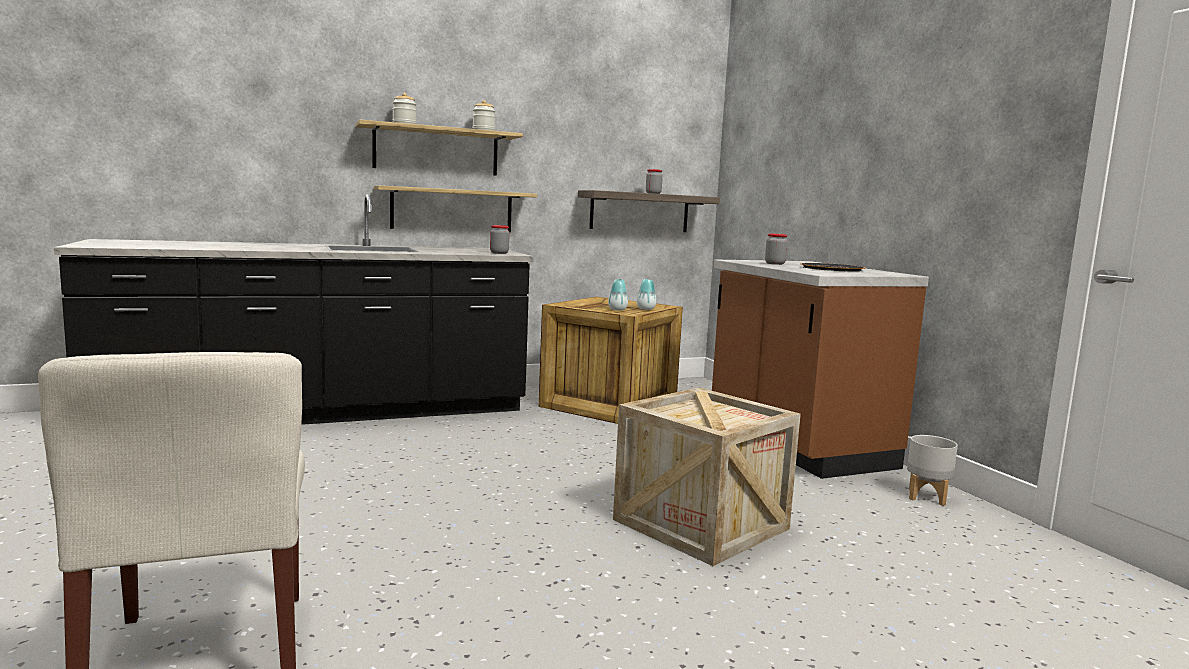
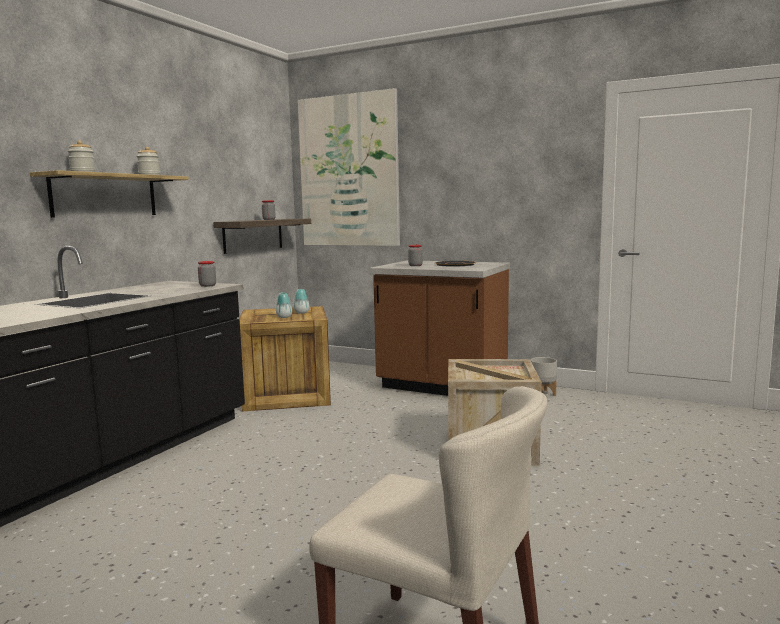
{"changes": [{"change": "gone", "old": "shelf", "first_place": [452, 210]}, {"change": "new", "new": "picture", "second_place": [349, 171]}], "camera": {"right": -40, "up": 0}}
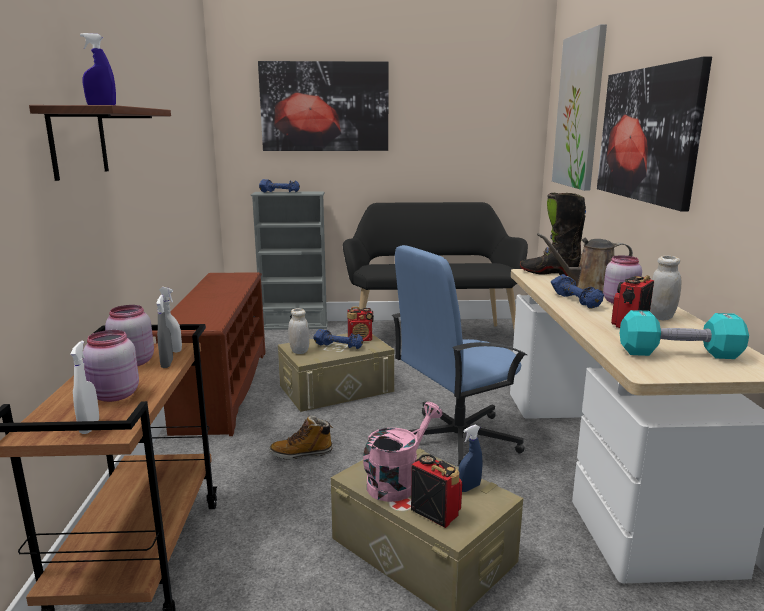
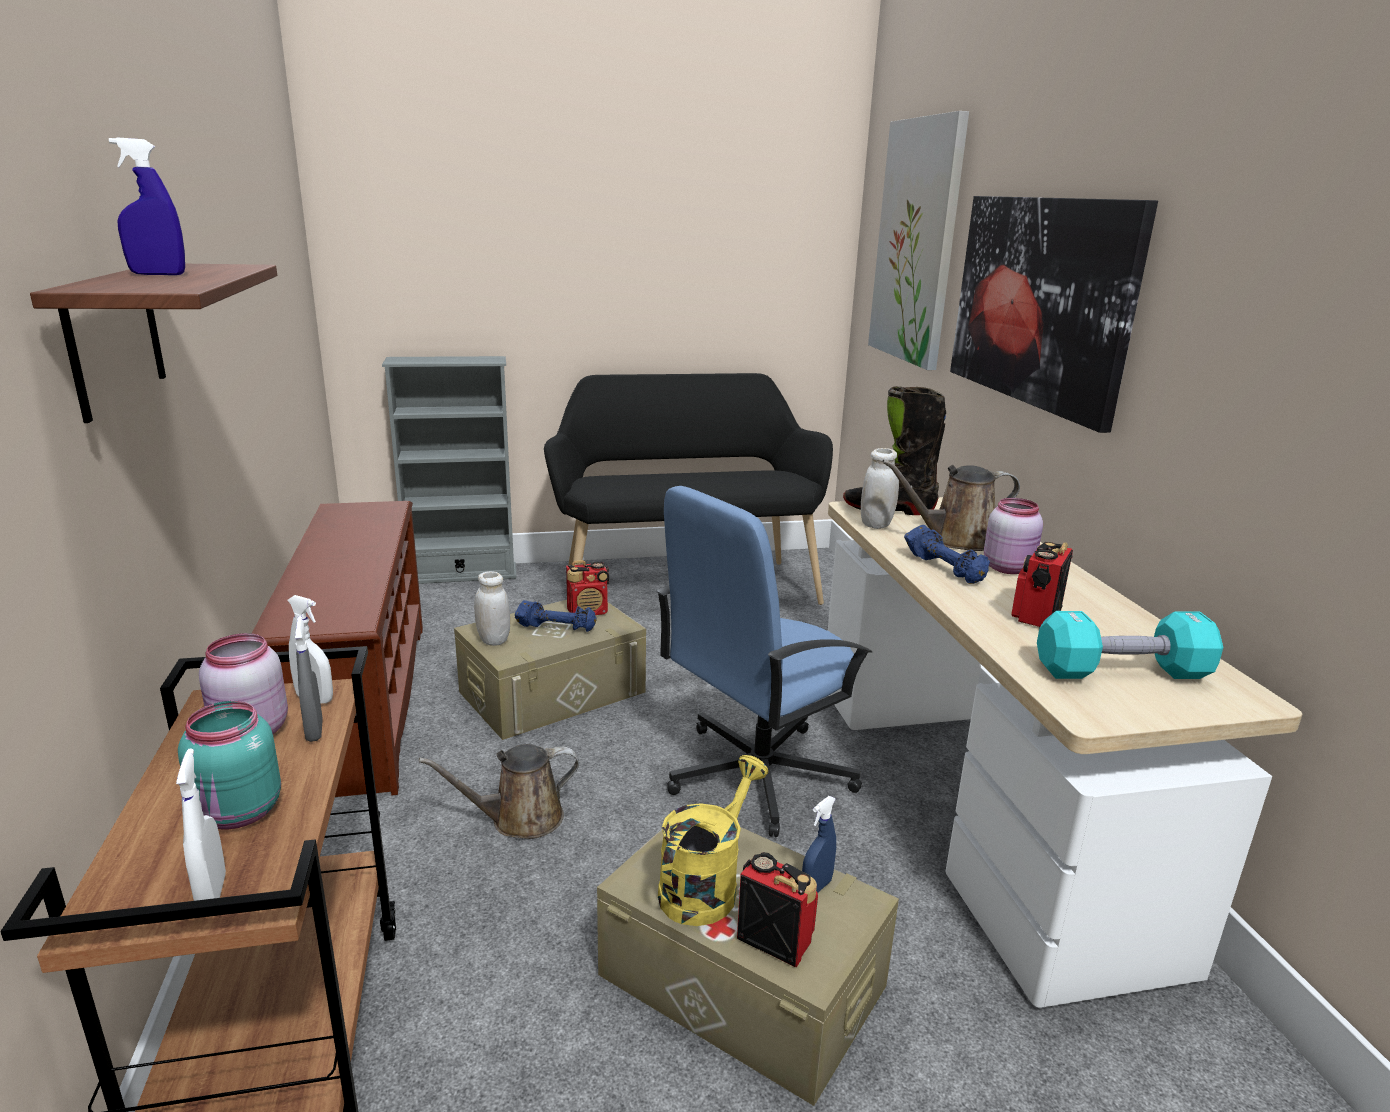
{"changes": [{"change": "gone", "old": "picture", "first_place": [324, 107]}, {"change": "gone", "old": "blue_dumbbell", "first_place": [280, 192]}, {"change": "shifted", "old": "white_jar", "first_place": [661, 317], "second_place": [876, 524]}, {"change": "swapped", "old": "boot", "new": "brown_watering_can", "first_place": [302, 453], "second_place": [519, 819]}, {"change": "repainted", "old": "pink_jar", "new": "turquoise_jar", "first_place": [114, 396], "second_place": [238, 813]}, {"change": "repainted", "old": "pink_watering_can", "new": "yellow_watering_can", "first_place": [398, 481], "second_place": [705, 885]}], "camera": {"right": -10, "up": 5}}
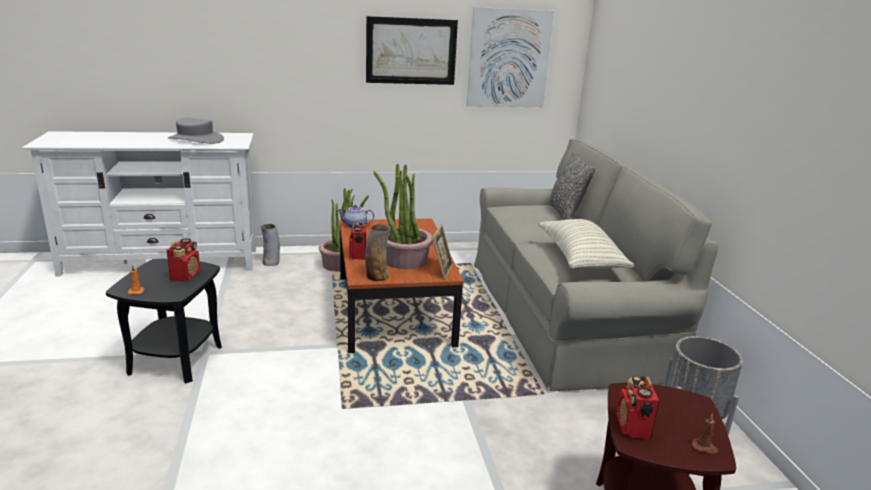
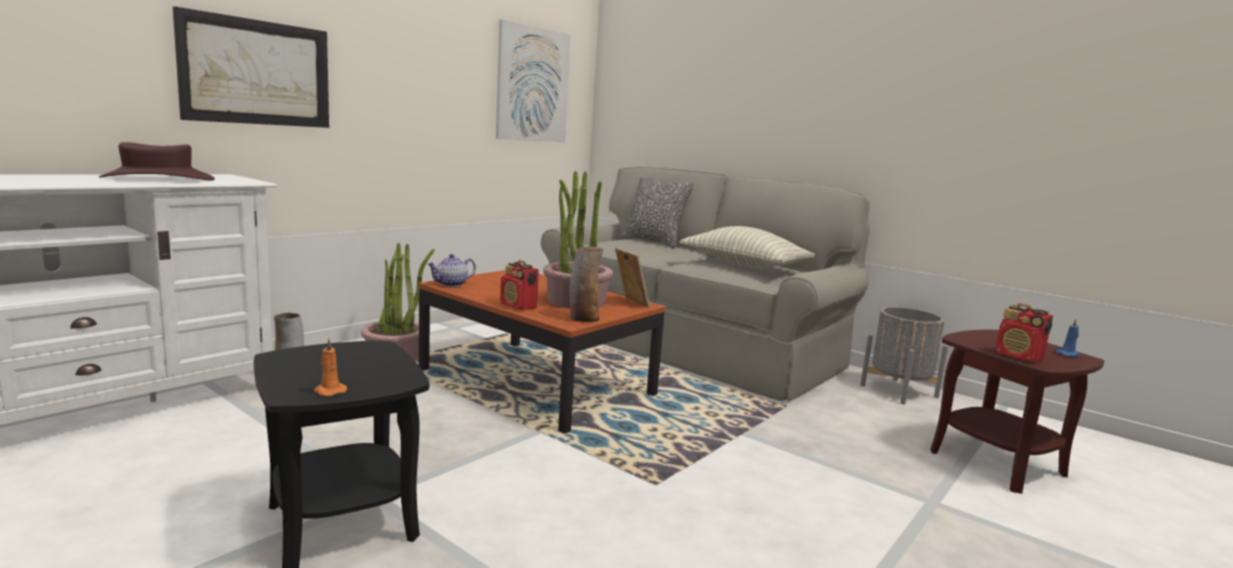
{"changes": [{"change": "gone", "old": "radio", "first_place": [186, 276]}, {"change": "shifted", "old": "picture", "first_place": [411, 51], "second_place": [256, 72]}, {"change": "repainted", "old": "grey_hat", "new": "brown_hat", "first_place": [196, 139], "second_place": [158, 179]}, {"change": "repainted", "old": "brown_candle", "new": "blue_candle", "first_place": [704, 448], "second_place": [1068, 354]}], "camera": {"right": -40, "up": -10}}
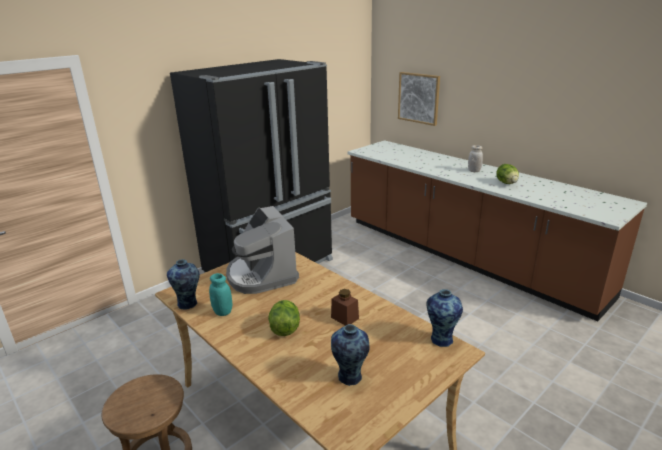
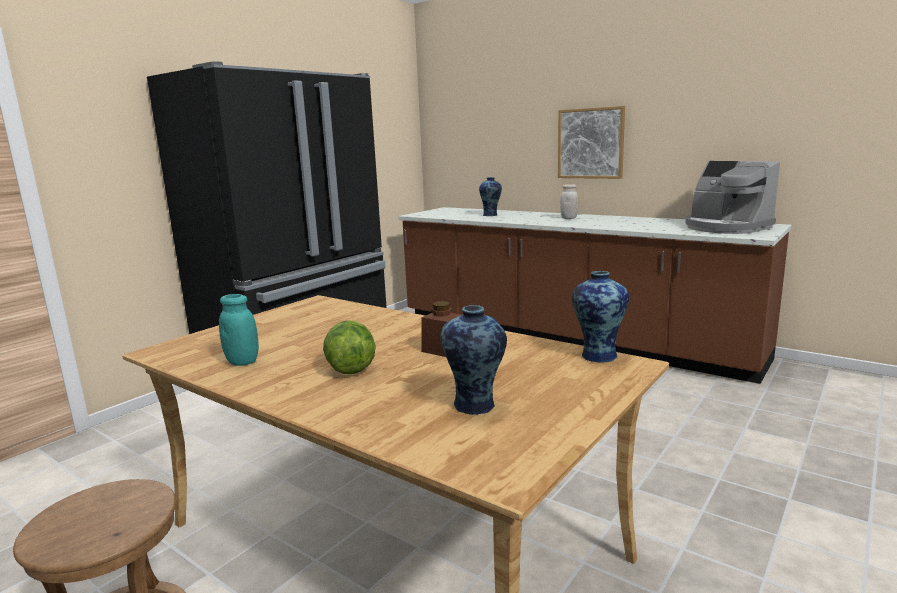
{"changes": [{"change": "gone", "old": "lettuce", "first_place": [506, 183]}, {"change": "shifted", "old": "vase", "first_place": [188, 304], "second_place": [491, 215]}, {"change": "shifted", "old": "coffee_machine", "first_place": [261, 275], "second_place": [726, 228]}, {"change": "shifted", "old": "picture", "first_place": [418, 98], "second_place": [590, 143]}], "camera": {"right": -10, "up": -10}}
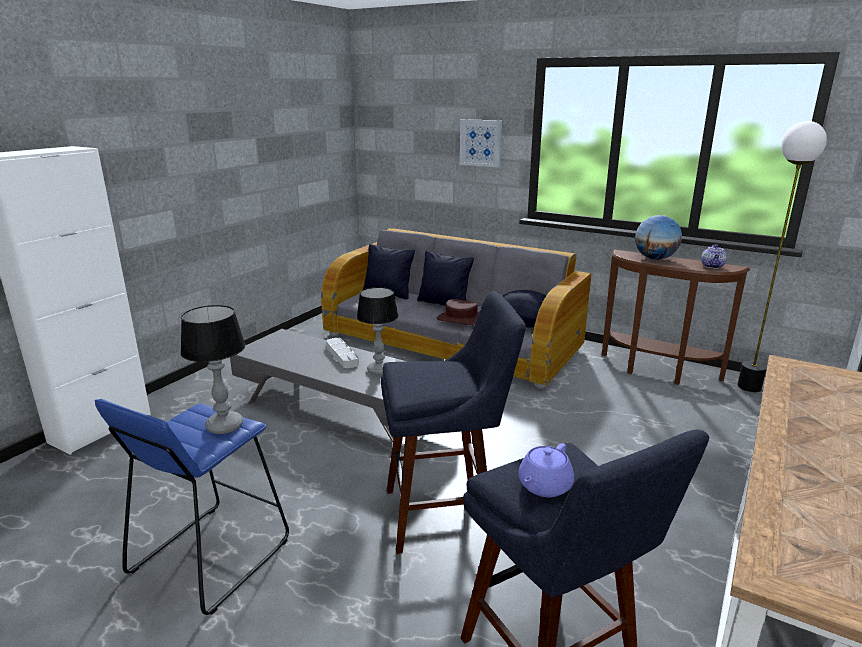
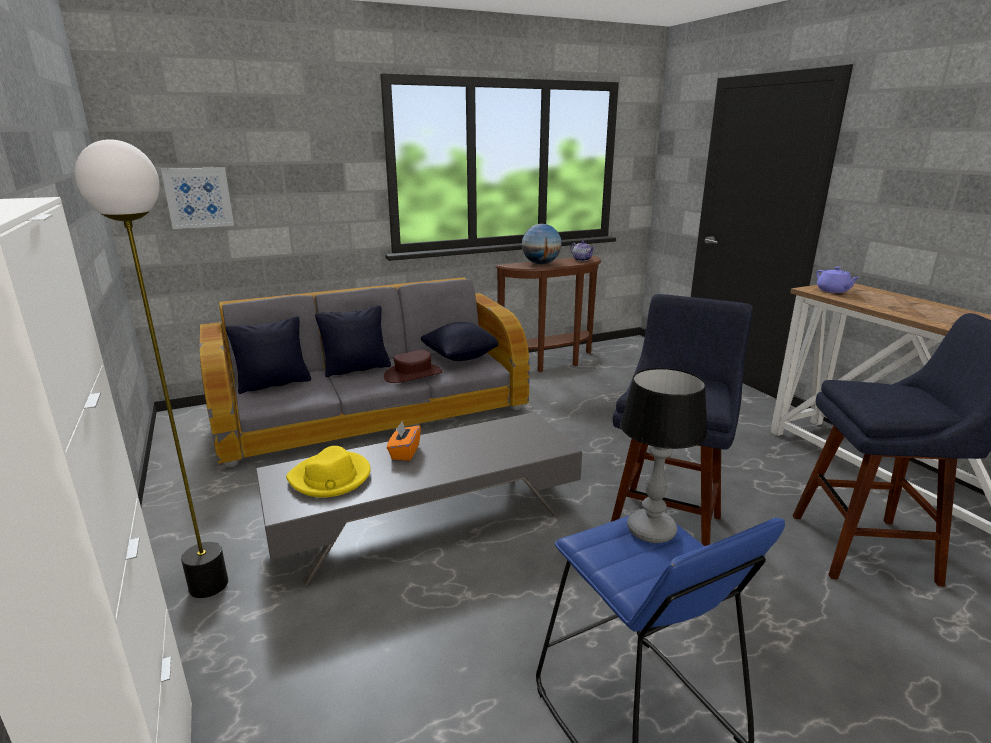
{"changes": [{"change": "gone", "old": "table_lamp", "first_place": [380, 370]}, {"change": "new", "new": "yellow_hat", "second_place": [330, 478]}, {"change": "shifted", "old": "picture", "first_place": [481, 143], "second_place": [198, 197]}, {"change": "shifted", "old": "purple_teapot", "first_place": [544, 486], "second_place": [833, 291]}, {"change": "shifted", "old": "floor_lamp", "first_place": [749, 386], "second_place": [208, 585]}, {"change": "swapped", "old": "grey_tray", "new": "orange_tissue_box", "first_place": [342, 355], "second_place": [404, 452]}], "camera": {"right": -55, "up": 0}}
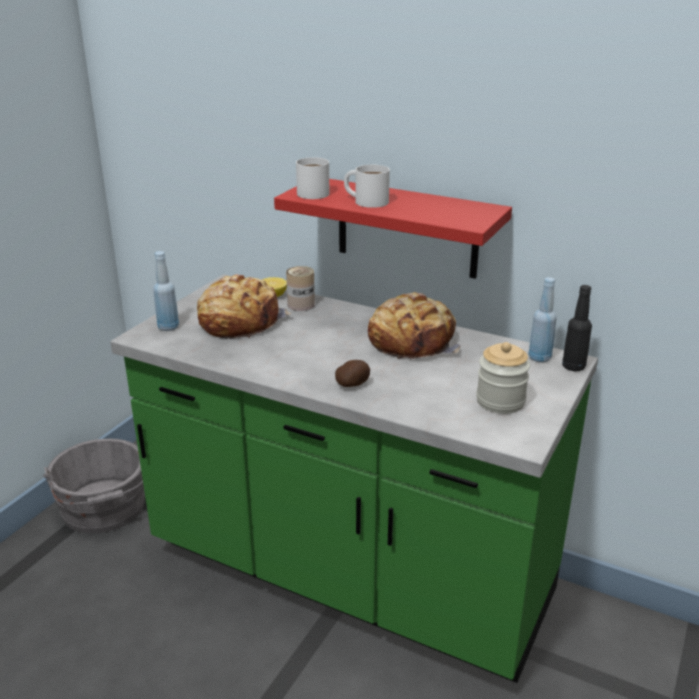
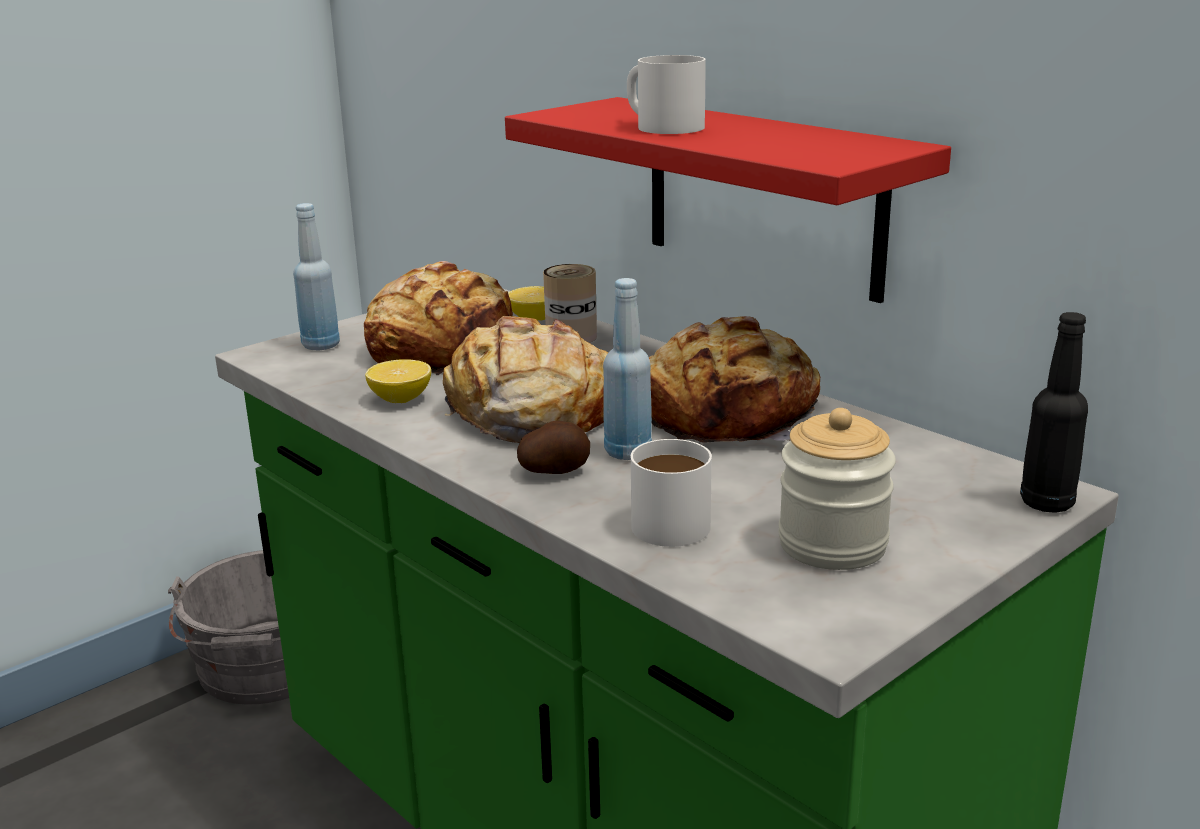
{"changes": [{"change": "new", "new": "lemon", "second_place": [401, 399]}, {"change": "new", "new": "bread", "second_place": [530, 412]}, {"change": "shifted", "old": "white_mug", "first_place": [312, 192], "second_place": [672, 518]}, {"change": "shifted", "old": "blue_bottle", "first_place": [539, 358], "second_place": [628, 452]}], "camera": {"right": 20, "up": -5}}
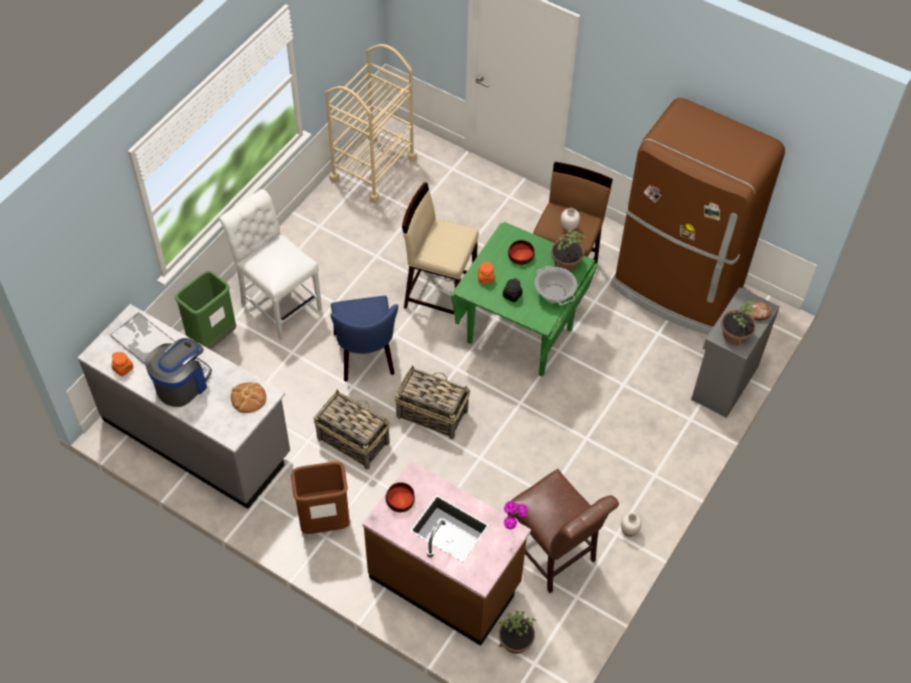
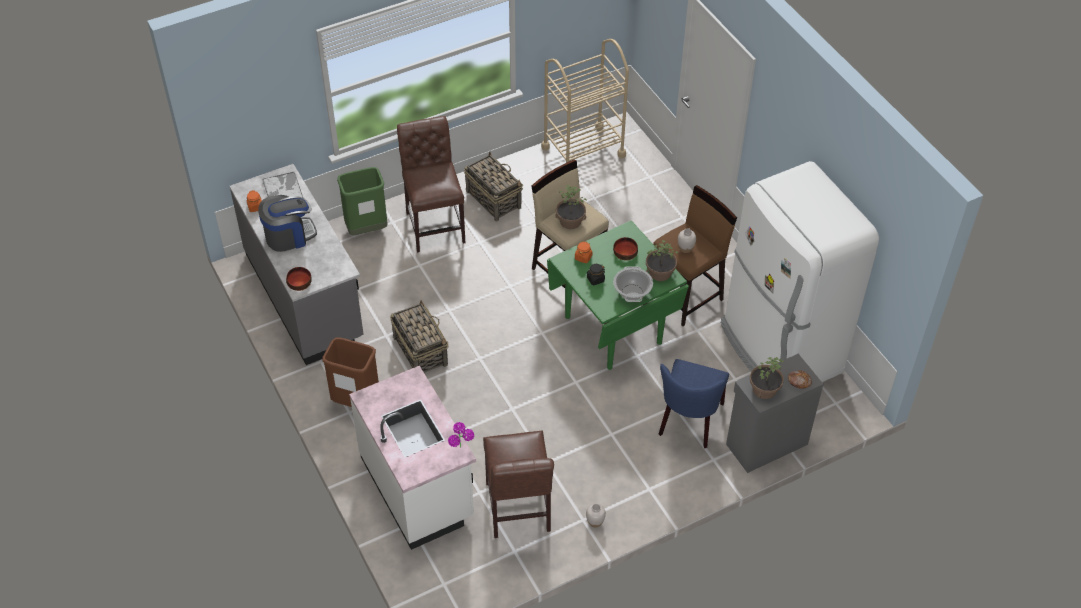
{"changes": [{"change": "gone", "old": "bread", "first_place": [248, 398]}, {"change": "shifted", "old": "blue_chair", "first_place": [366, 357], "second_place": [689, 422]}, {"change": "shifted", "old": "bowl", "first_place": [400, 501], "second_place": [299, 283]}, {"change": "shifted", "old": "basket", "first_place": [431, 413], "second_place": [493, 199]}, {"change": "shifted", "old": "potted_plant", "first_place": [515, 642], "second_place": [570, 221]}, {"change": "repainted", "old": "white_chair", "new": "brown_chair", "first_place": [278, 303], "second_place": [435, 224]}, {"change": "repainted", "old": "brown_counter", "new": "white_counter", "first_place": [445, 580], "second_place": [418, 488]}, {"change": "repainted", "old": "brown_fridge", "new": "white_fridge", "first_place": [676, 287], "second_place": [779, 349]}], "camera": {"right": 30, "up": -5}}
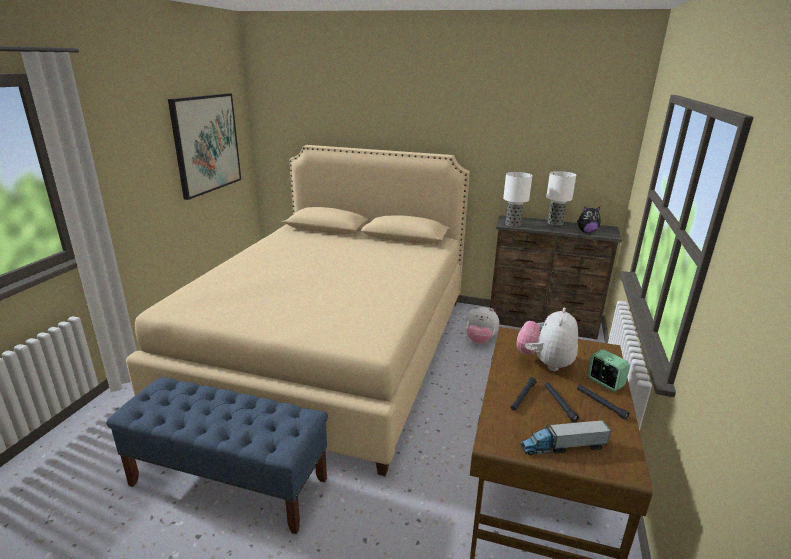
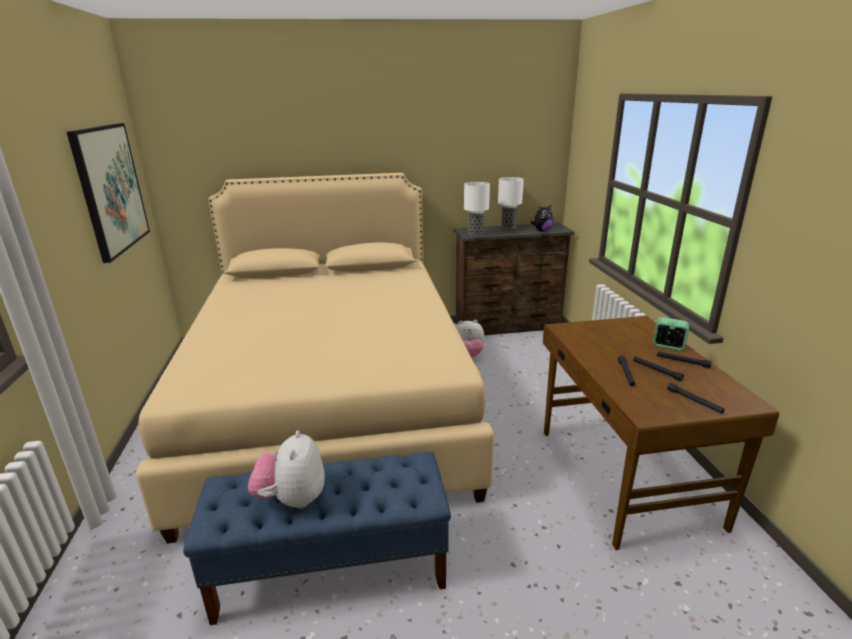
{"changes": [{"change": "shifted", "old": "plush_toy", "first_place": [545, 363], "second_place": [292, 499]}, {"change": "swapped", "old": "toy_truck", "new": "black_flashlight", "first_place": [563, 447], "second_place": [694, 401]}], "camera": {"right": -25, "up": 0}}
